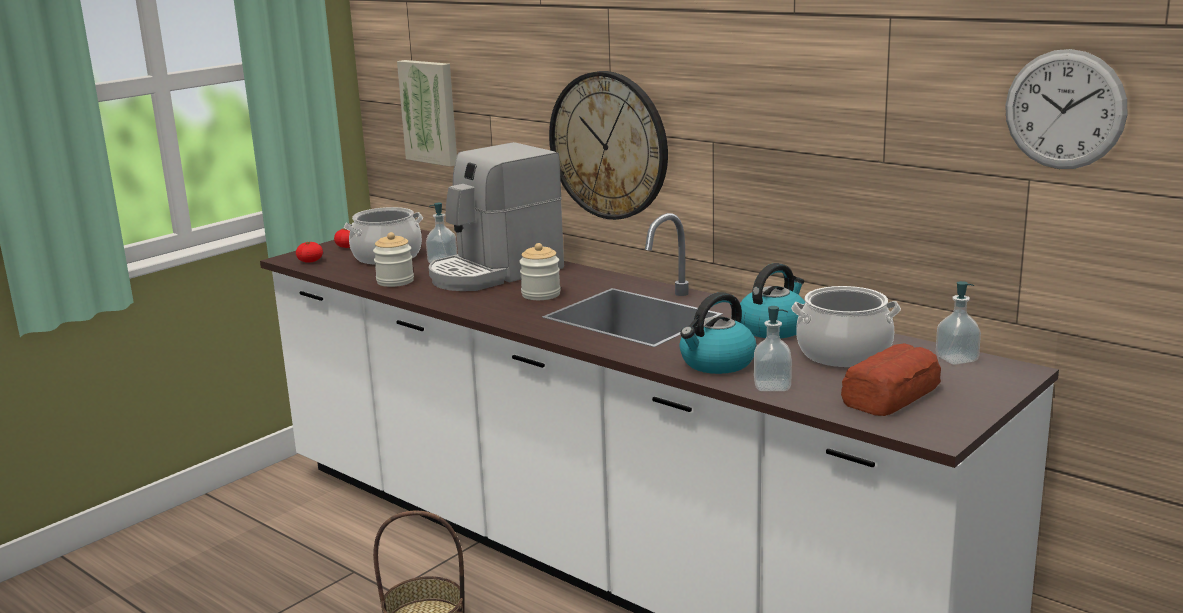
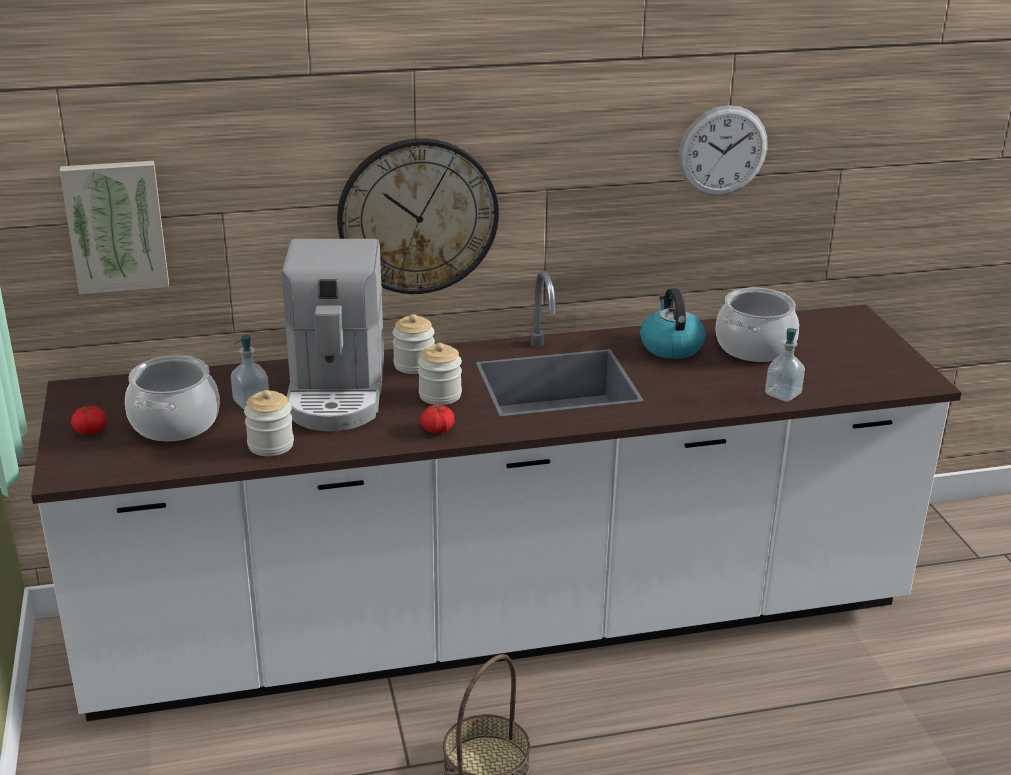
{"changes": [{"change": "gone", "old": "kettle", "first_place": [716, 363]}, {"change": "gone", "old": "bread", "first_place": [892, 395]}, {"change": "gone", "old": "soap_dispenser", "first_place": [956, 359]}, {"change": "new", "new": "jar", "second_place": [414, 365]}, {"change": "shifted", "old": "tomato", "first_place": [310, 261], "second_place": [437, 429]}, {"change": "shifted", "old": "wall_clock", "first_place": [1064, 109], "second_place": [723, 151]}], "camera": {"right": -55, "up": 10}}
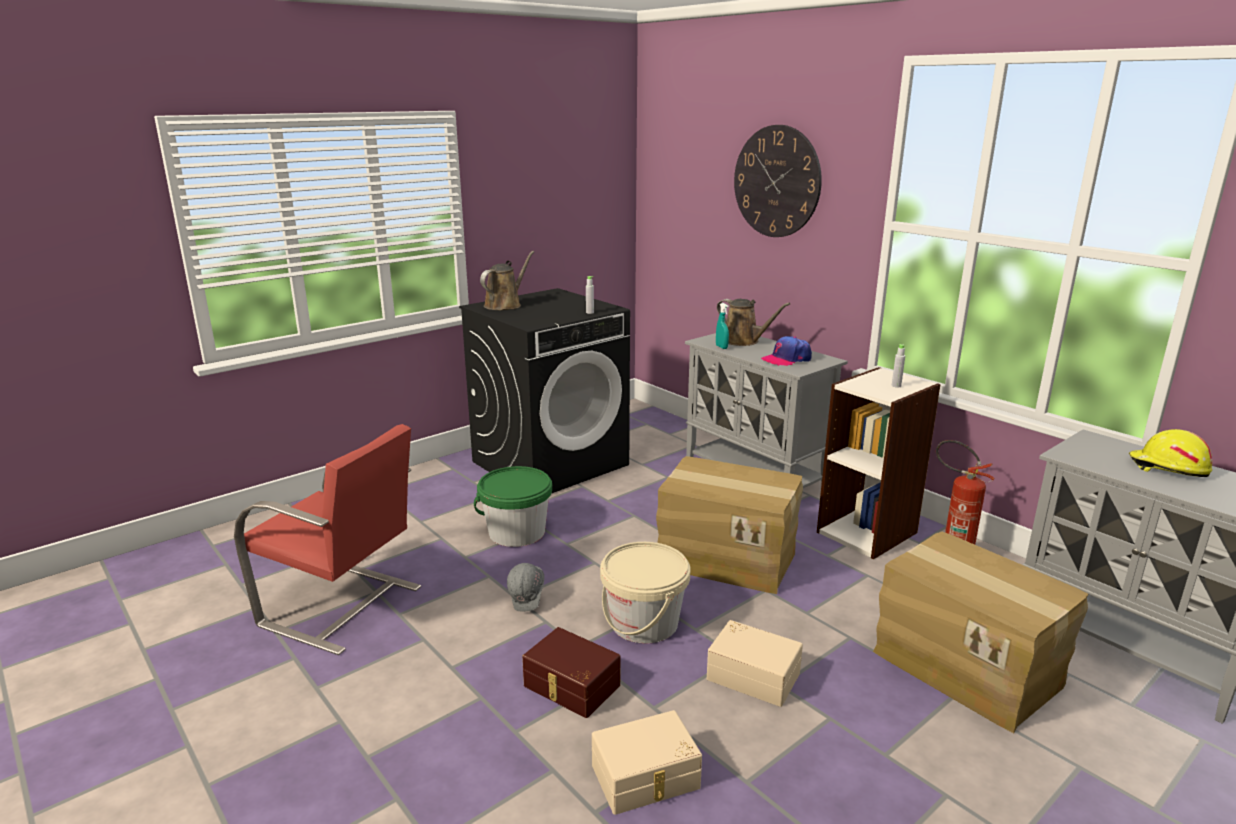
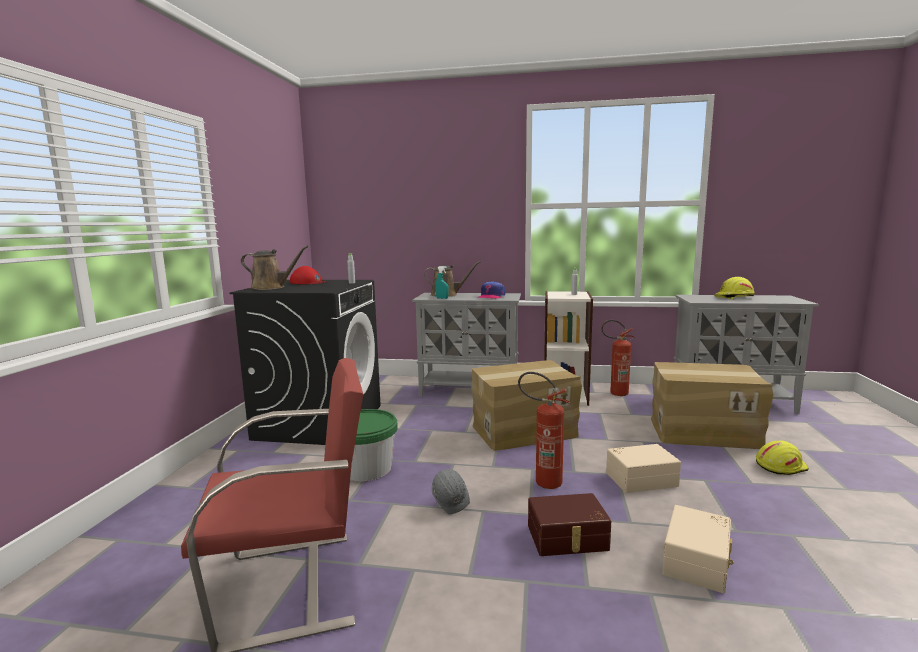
{"changes": [{"change": "gone", "old": "wall_clock", "first_place": [776, 181]}, {"change": "new", "new": "red_cap", "second_place": [308, 282]}, {"change": "new", "new": "yellow_hard_hat", "second_place": [780, 466]}, {"change": "swapped", "old": "beige_bucket", "new": "fire_extinguisher", "first_place": [644, 623], "second_place": [542, 481]}, {"change": "rotated", "old": "brown_watering_can", "first_place": [505, 305], "second_place": [271, 287], "degrees": 105}], "camera": {"right": -40, "up": -10}}
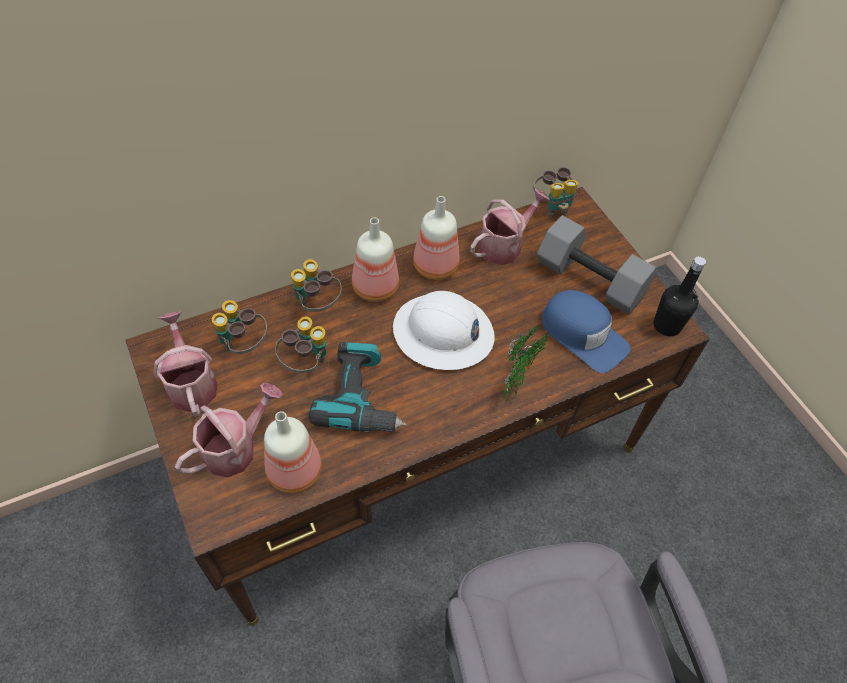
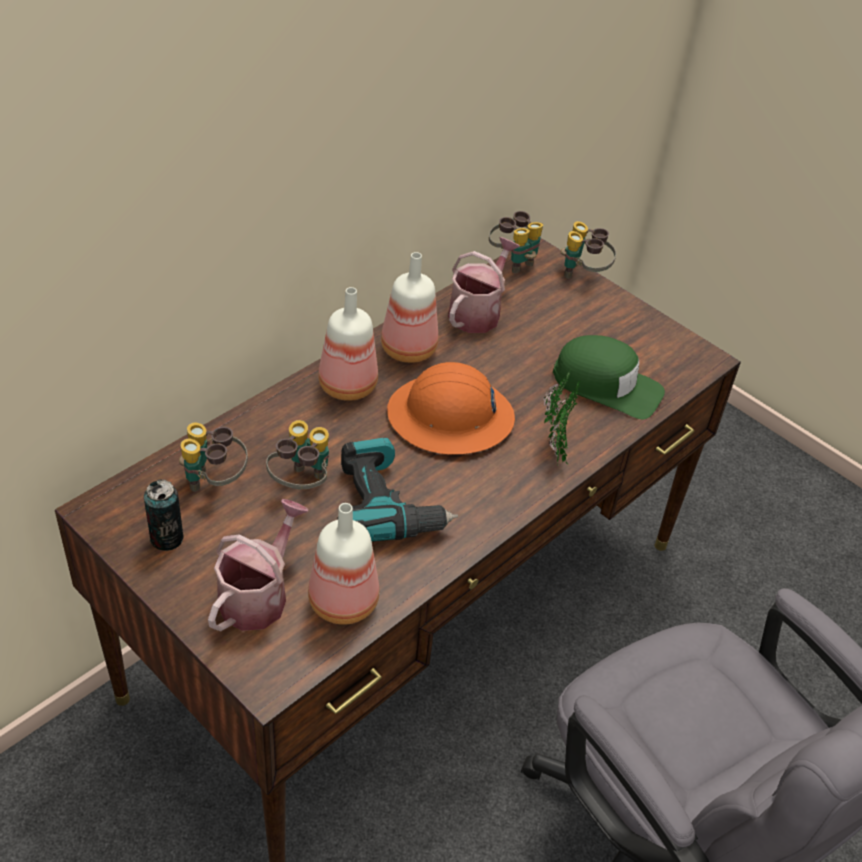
{"changes": [{"change": "gone", "old": "grey_dumbbell", "first_place": [592, 279]}, {"change": "gone", "old": "black_bottle", "first_place": [667, 326]}, {"change": "shifted", "old": "binoculars", "first_place": [317, 305], "second_place": [583, 275]}, {"change": "swapped", "old": "watering_can", "new": "can", "first_place": [191, 383], "second_place": [167, 538]}, {"change": "repainted", "old": "white_hard_hat", "new": "orange_hard_hat", "first_place": [443, 334], "second_place": [450, 417]}, {"change": "repainted", "old": "blue_cap", "new": "green_cap", "first_place": [583, 335], "second_place": [607, 385]}], "camera": {"right": -20, "up": -10}}
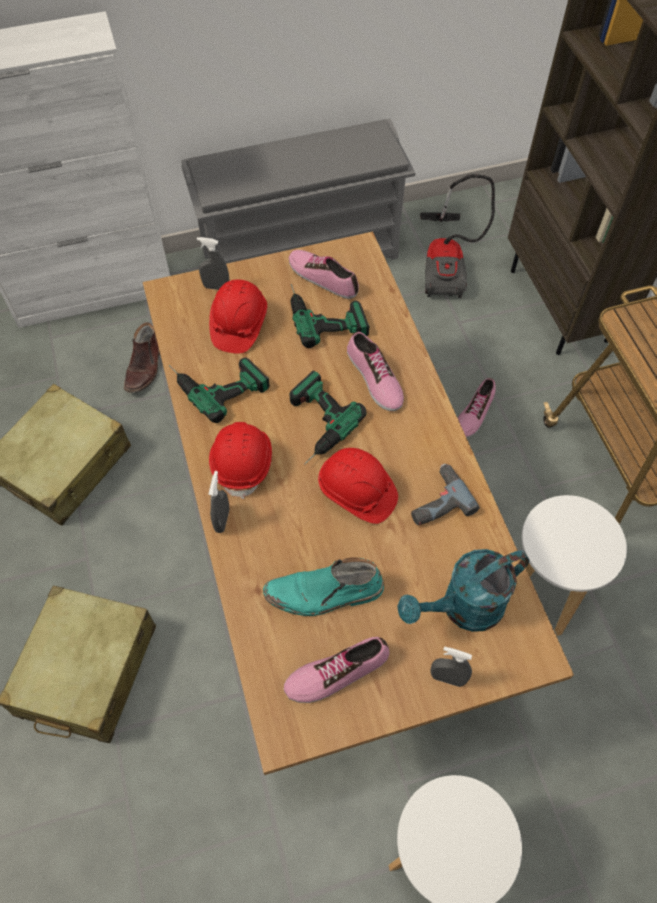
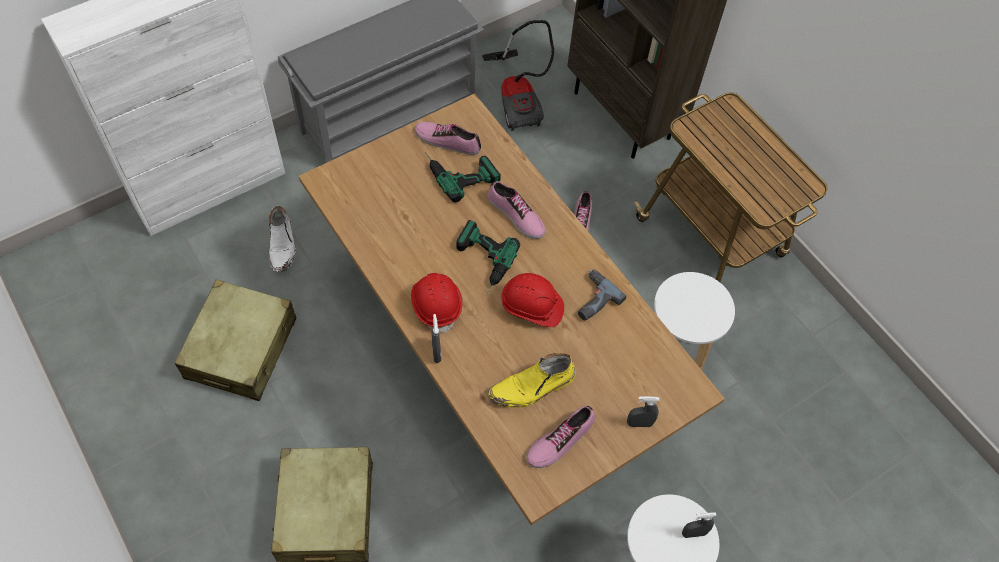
{"changes": [{"change": "gone", "old": "power_drill", "first_place": [216, 382]}, {"change": "gone", "old": "red_hard_hat", "first_place": [238, 325]}, {"change": "gone", "old": "turquoise_watering_can", "first_place": [463, 608]}, {"change": "shifted", "old": "grey_spray_bottle", "first_place": [216, 287], "second_place": [693, 533]}, {"change": "repainted", "old": "brown_boot", "new": "white_boot", "first_place": [145, 366], "second_place": [283, 246]}, {"change": "repainted", "old": "turquoise_boot", "new": "yellow_boot", "first_place": [324, 593], "second_place": [532, 387]}], "camera": {"right": -20, "up": 0}}
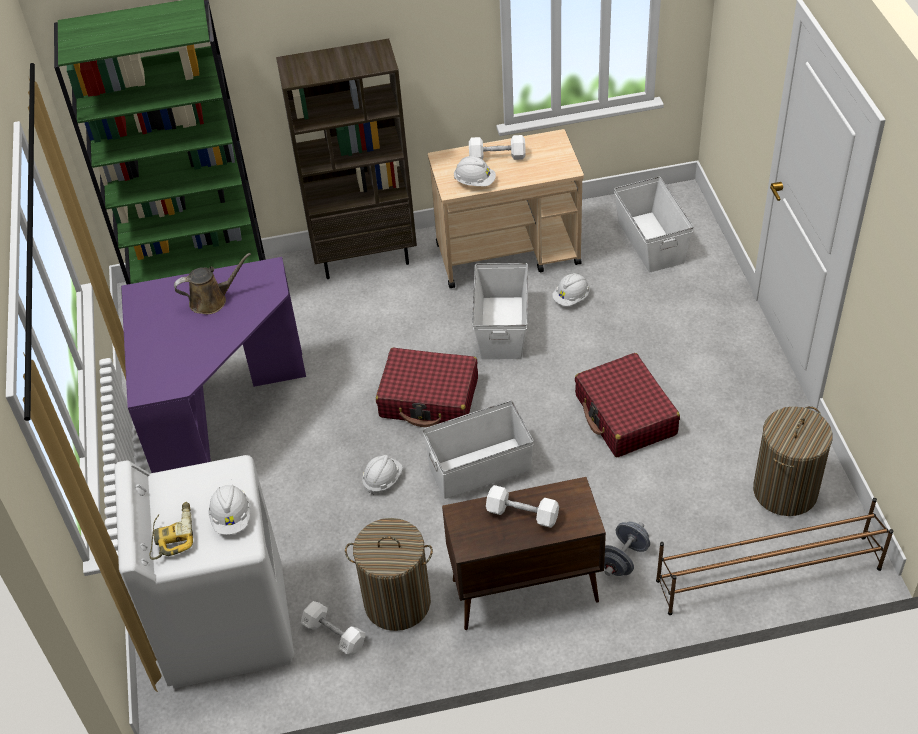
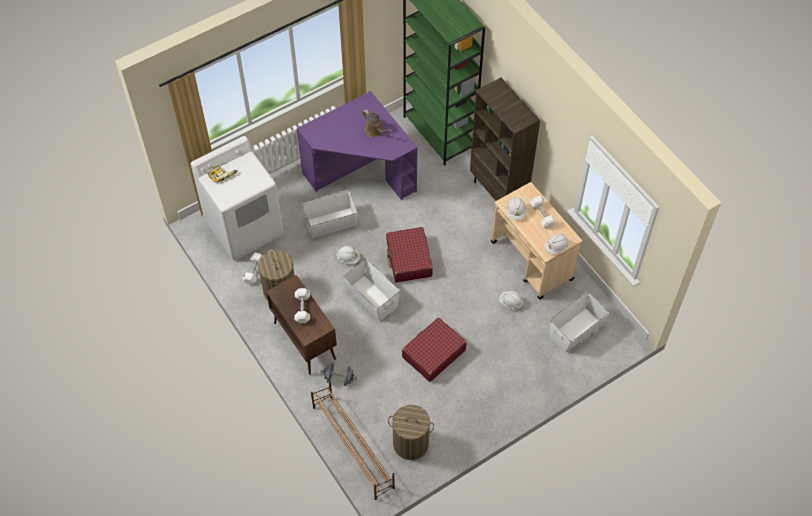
{"changes": [{"change": "shifted", "old": "white_hard_hat", "first_place": [232, 518], "second_place": [556, 247]}, {"change": "shifted", "old": "white_storage_box", "first_place": [502, 327], "second_place": [331, 223]}], "camera": {"right": 65, "up": 10}}
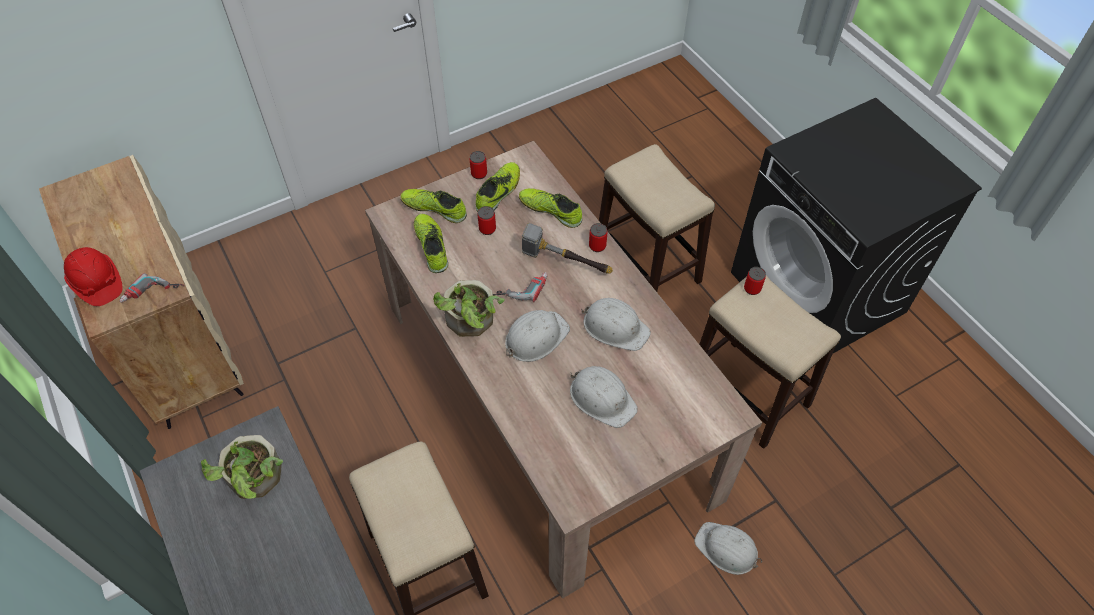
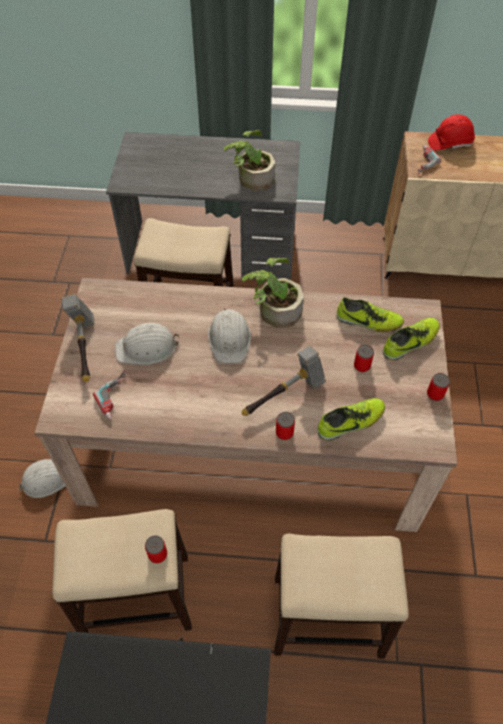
{"changes": [{"change": "gone", "old": "shoe", "first_place": [499, 192]}, {"change": "gone", "old": "white_hard_hat", "first_place": [615, 327]}, {"change": "new", "new": "hammer", "second_place": [85, 348]}, {"change": "shifted", "old": "power_drill", "first_place": [520, 286], "second_place": [117, 396]}], "camera": {"right": 125, "up": 0}}
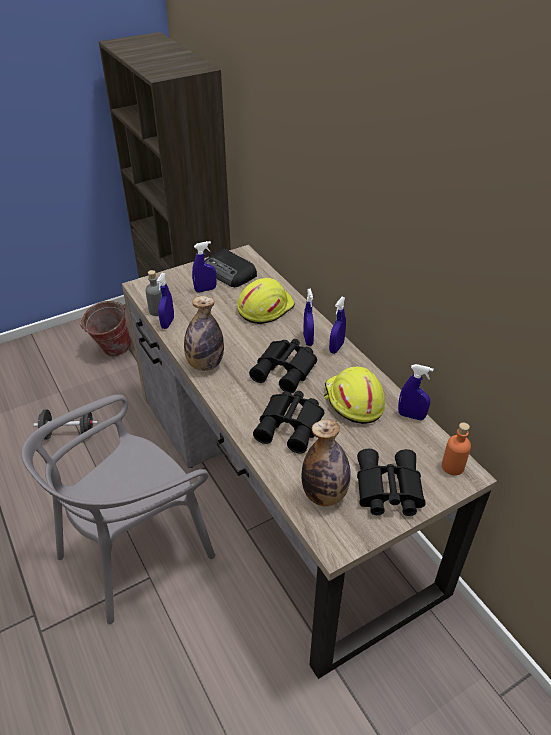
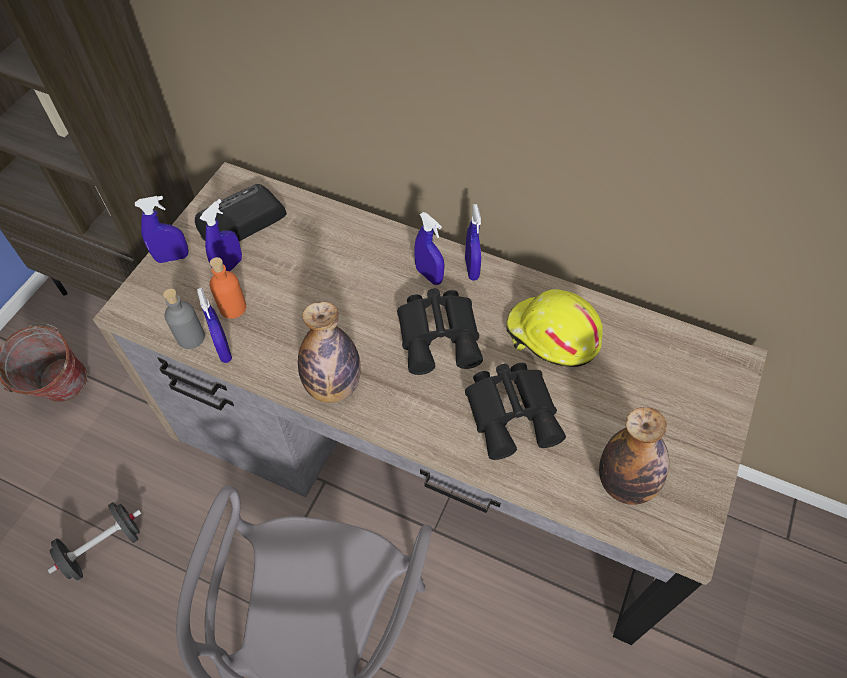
{"changes": [{"change": "gone", "old": "yellow_hard_hat", "first_place": [265, 307]}, {"change": "gone", "old": "black_binoculars", "first_place": [387, 489]}, {"change": "shifted", "old": "blue_spray_bottle", "first_place": [411, 416], "second_place": [172, 257]}, {"change": "shifted", "old": "orange_bottle", "first_place": [452, 466], "second_place": [233, 307]}, {"change": "rotated", "old": "radio", "first_place": [229, 273], "second_place": [239, 222], "degrees": 135}], "camera": {"right": -35, "up": 15}}
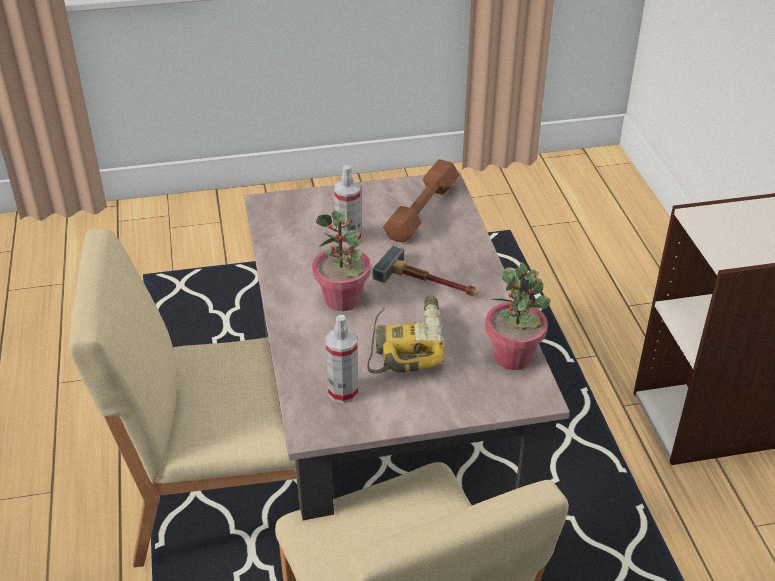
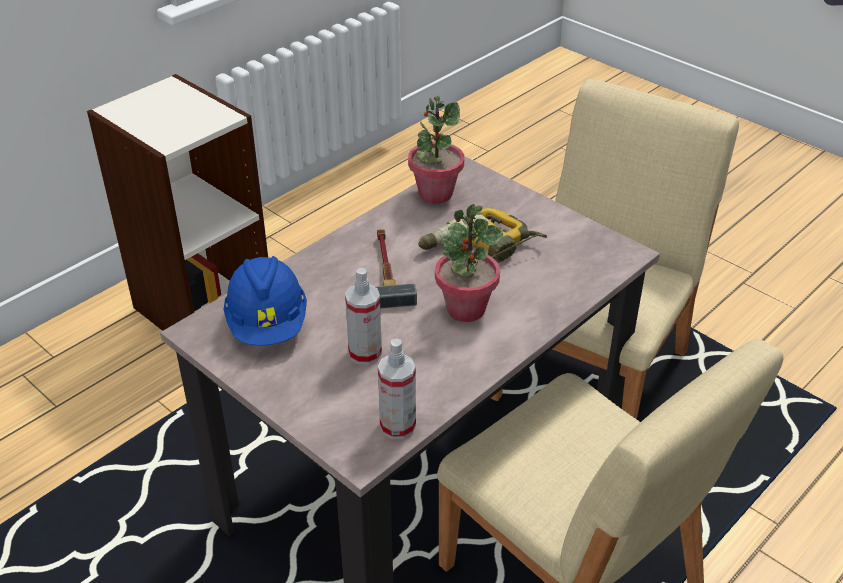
{"changes": [{"change": "shifted", "old": "spray_bottle", "first_place": [343, 392], "second_place": [397, 426]}, {"change": "swapped", "old": "brown_dumbbell", "new": "blue_hard_hat", "first_place": [422, 210], "second_place": [268, 324]}], "camera": {"right": -125, "up": 0}}
